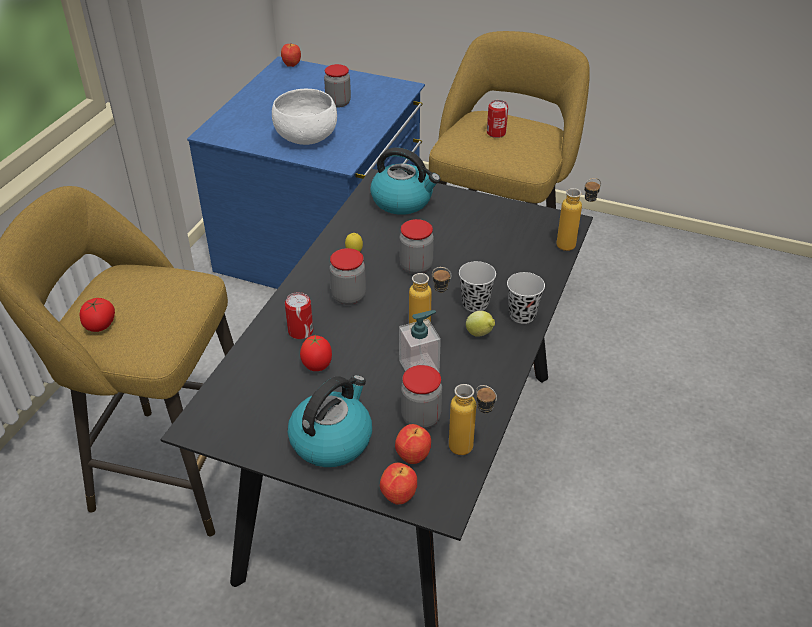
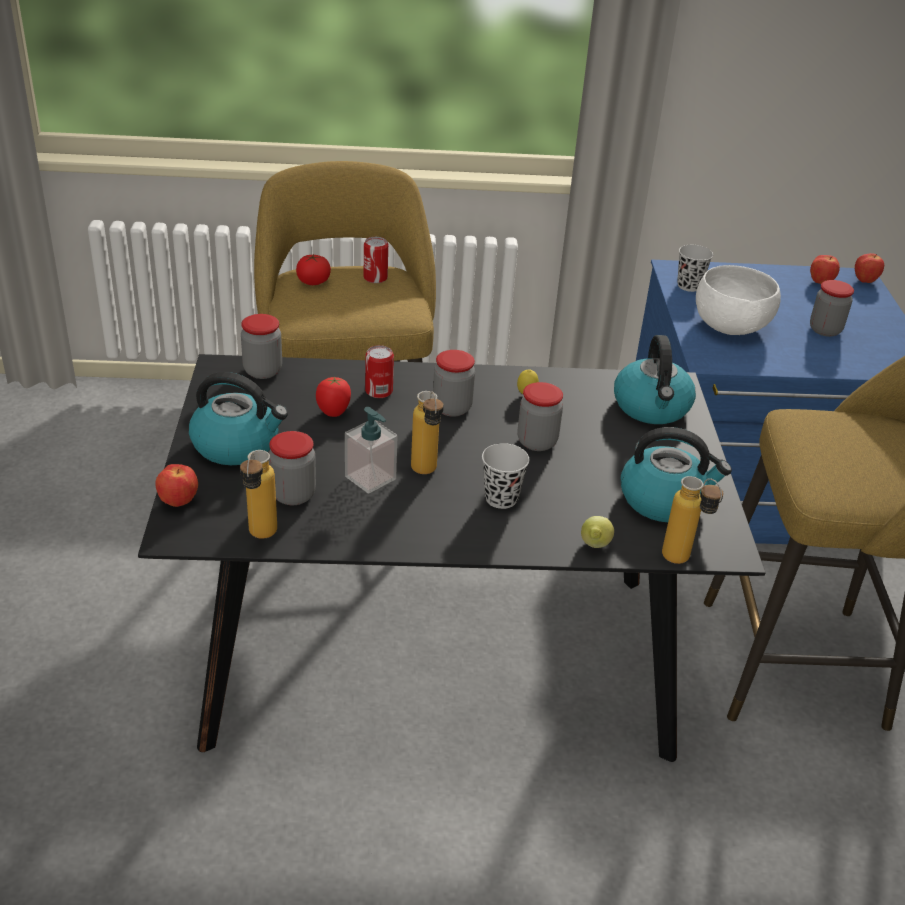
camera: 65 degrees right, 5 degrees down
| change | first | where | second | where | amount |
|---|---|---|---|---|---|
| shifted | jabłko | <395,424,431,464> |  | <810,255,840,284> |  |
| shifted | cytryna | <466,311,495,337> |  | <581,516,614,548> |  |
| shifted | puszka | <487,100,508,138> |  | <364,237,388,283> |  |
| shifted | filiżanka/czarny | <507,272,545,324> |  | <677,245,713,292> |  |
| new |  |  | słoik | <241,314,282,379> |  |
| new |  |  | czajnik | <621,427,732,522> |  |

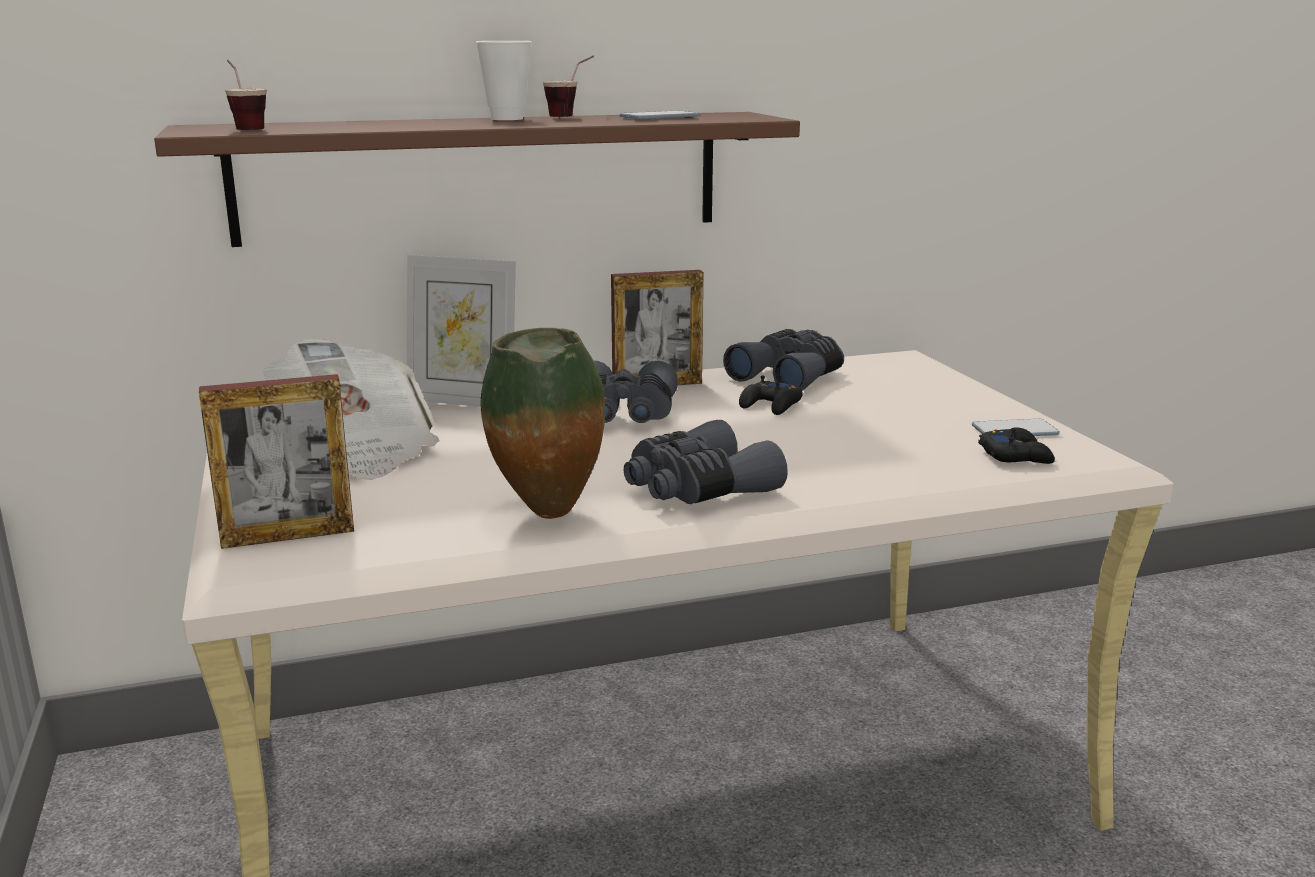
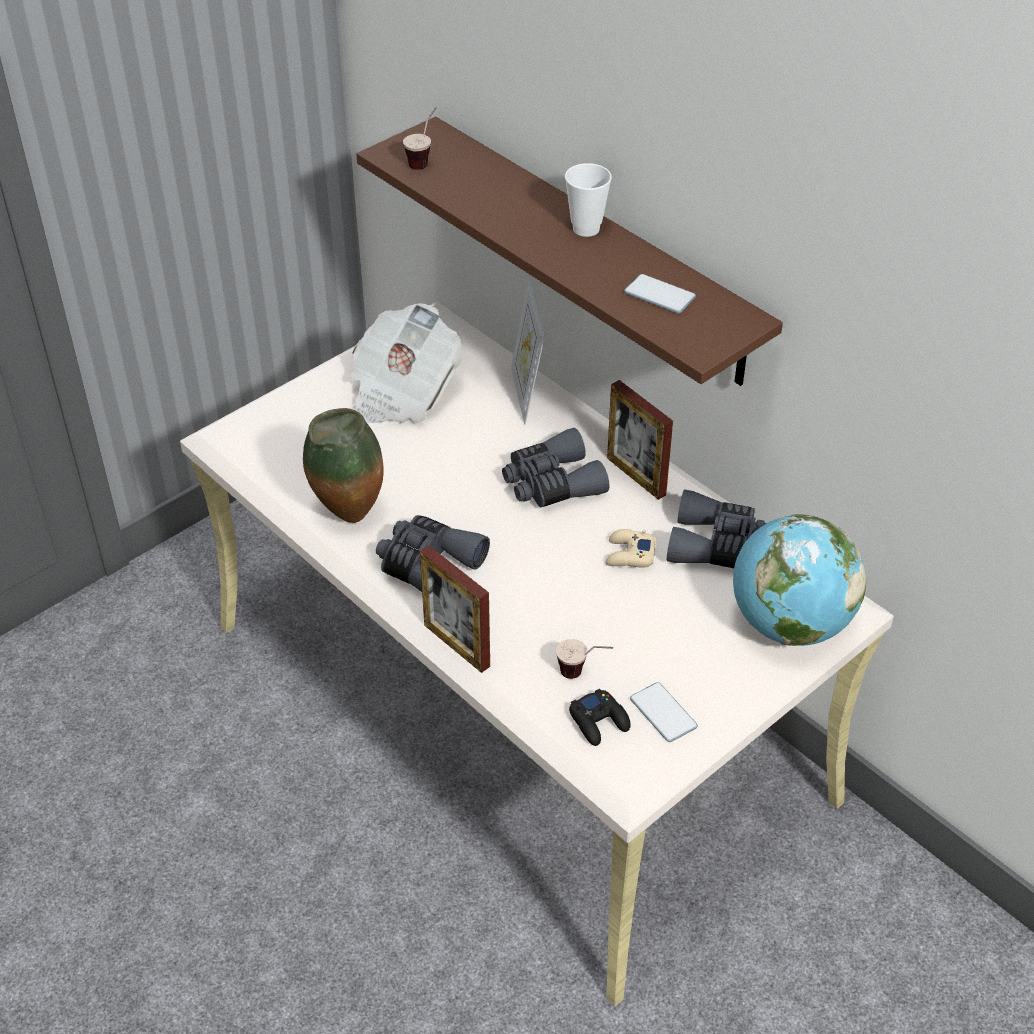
camera: 65 degrees right, 25 degrees up
| change | first | where | second | where | amount |
|---|---|---|---|---|---|
| shifted | ramka na zdjęcie | <199,374,354,549> |  | <420,545,490,673> |  |
| shifted | filiżanka | <543,56,594,117> |  | <556,639,613,679> |  |
| repainted | pad do gier/czarny | <739,376,803,415> | pad do gier/beżowy | <606,529,656,567> |  |
| new |  |  | globus | <733,514,866,646> |  |

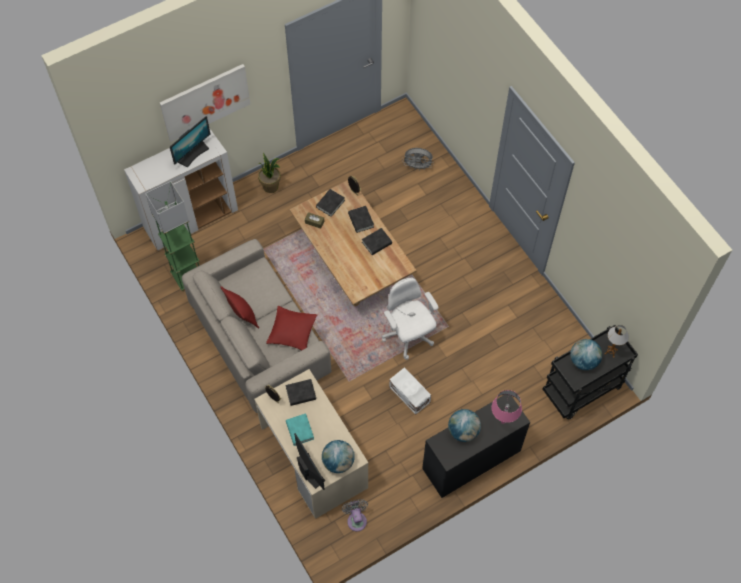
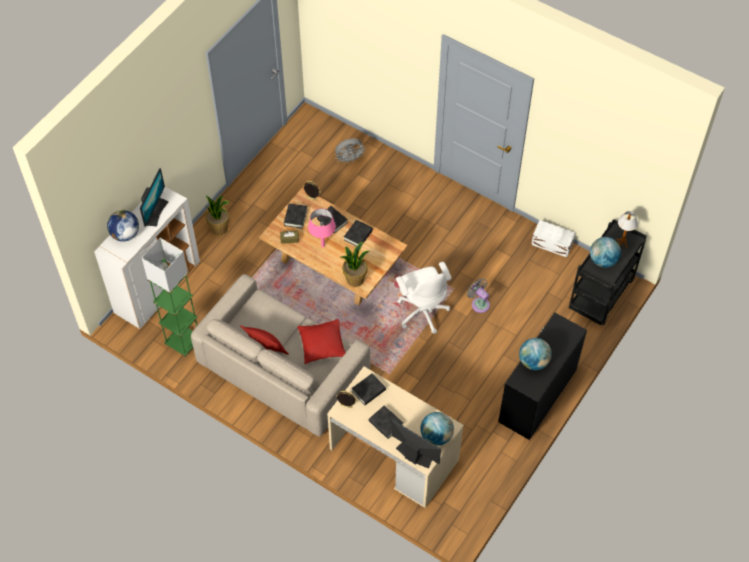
camera: 25 degrees left, 5 degrees down
| change | first | where | second | where | amount |
|---|---|---|---|---|---|
| gone | obraz | <160,64,250,142> |  |  |  |
| repainted | książka/turkusowy | <286,413,314,446> | książka/czarny | <369,406,403,439> |  |
| shifted | wentylator/szary | <342,499,368,531> |  | <467,278,490,313> |  |
| rotated | krzesło biurowe/biały | <382,278,439,360> |  | <396,262,451,334> | 150 degrees counterclockwise |
| shifted | pojemnik do przechowywania/biały | <389,367,431,415> |  | <531,220,576,257> |  |
| shifted | lampa stołowa/różowy | <492,390,522,424> |  | <308,208,336,247> |  |
| new |  |  | globus | <107,210,139,242> |  |
| new |  |  | roślina doniczkowa | <340,242,370,287> |  |

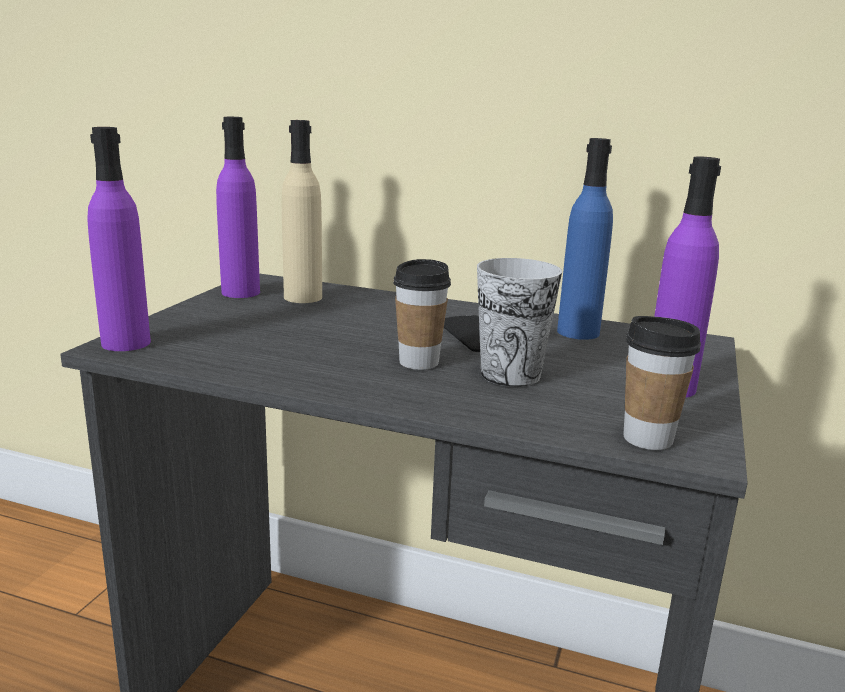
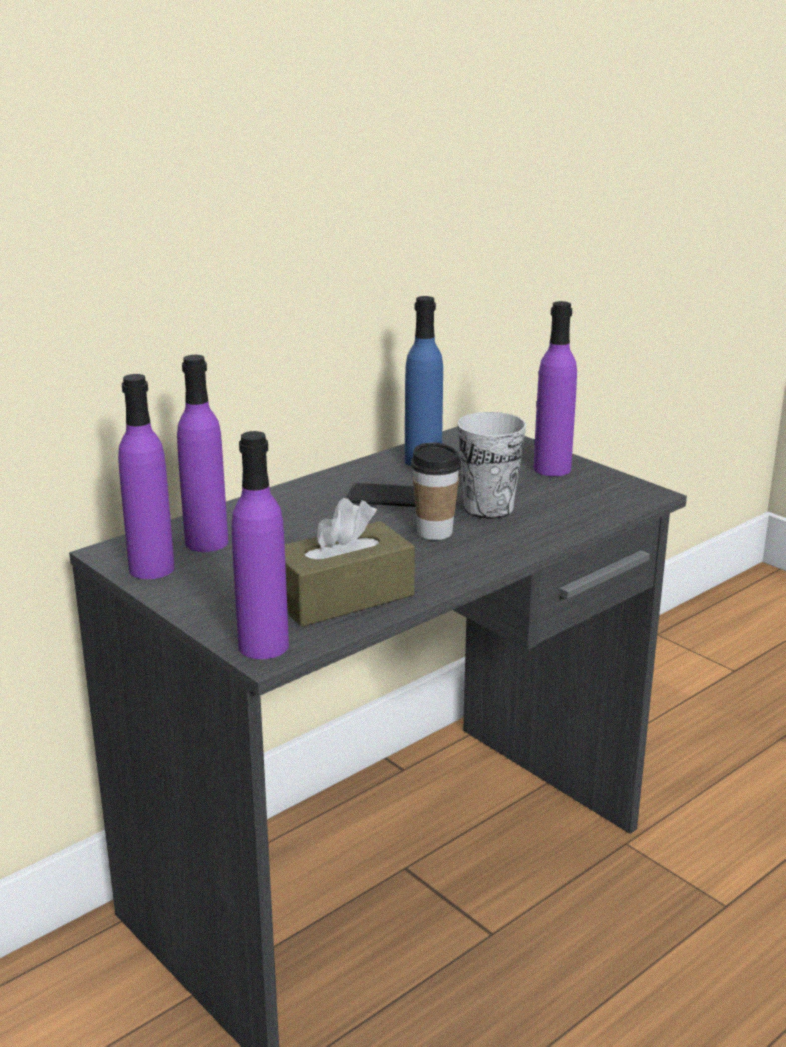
camera: 60 degrees left, 5 degrees up
| change | first | where | second | where | amount |
|---|---|---|---|---|---|
| repainted | butelka/beżowy | <282,120,322,303> | butelka/fioletowy | <177,355,228,552> |  |
| gone | filiżanka | <624,316,701,450> |  |  |  |
| new |  |  | pudełko chusteczek/brązowy | <285,498,415,627> |  |

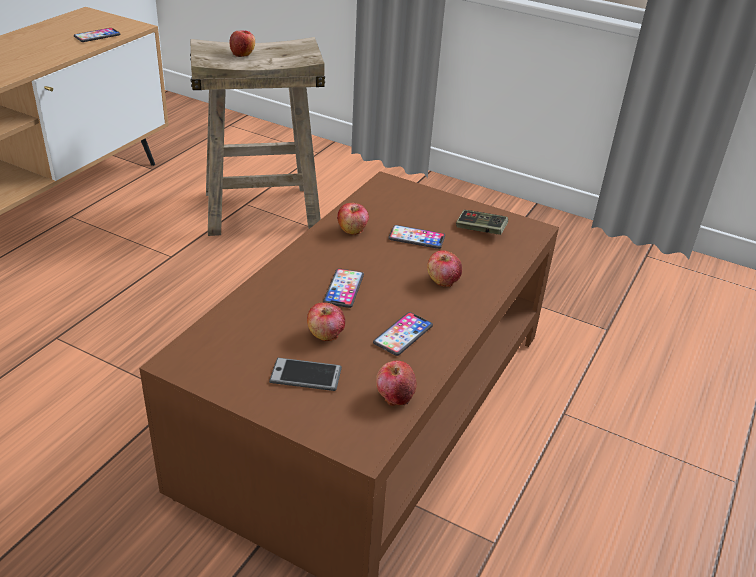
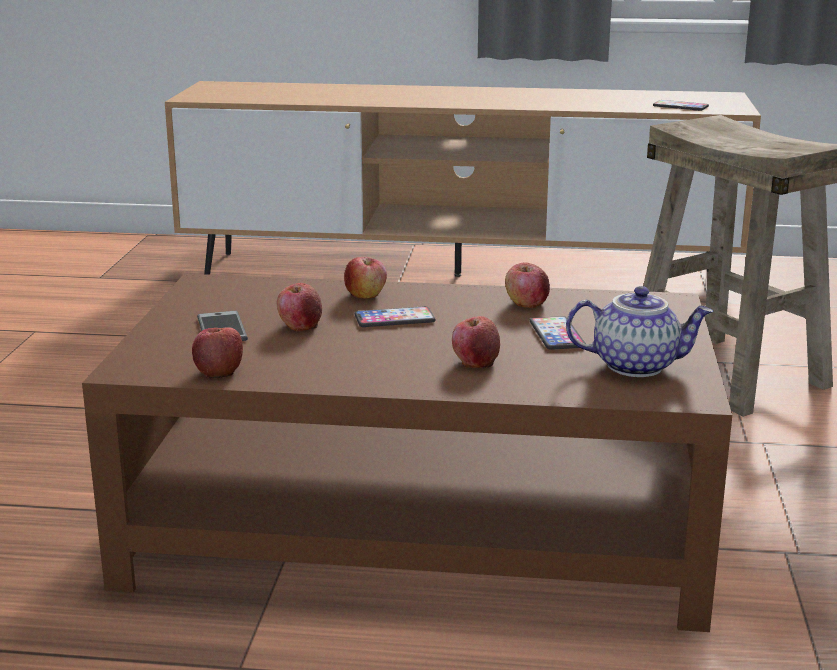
camera: 70 degrees right, 15 degrees down
| change | first | where | second | where | amount |
|---|---|---|---|---|---|
| shifted | jabłko | <229,30,255,57> |  | <344,257,387,299> |  |
| gone | telefon | <373,312,433,356> |  |  |  |
| swapped | pad do gier | <456,210,508,235> | imbryk | <566,286,714,377> |  |

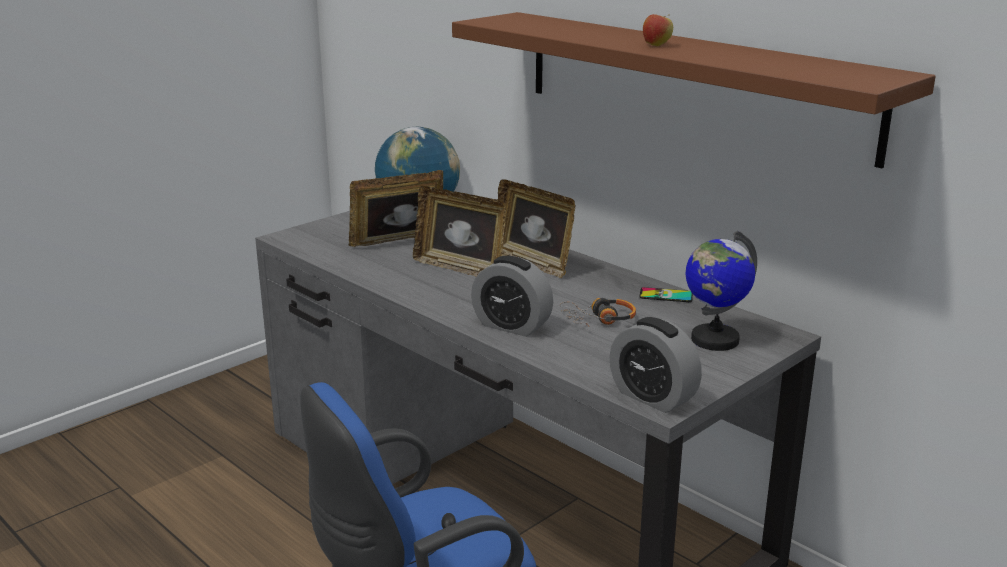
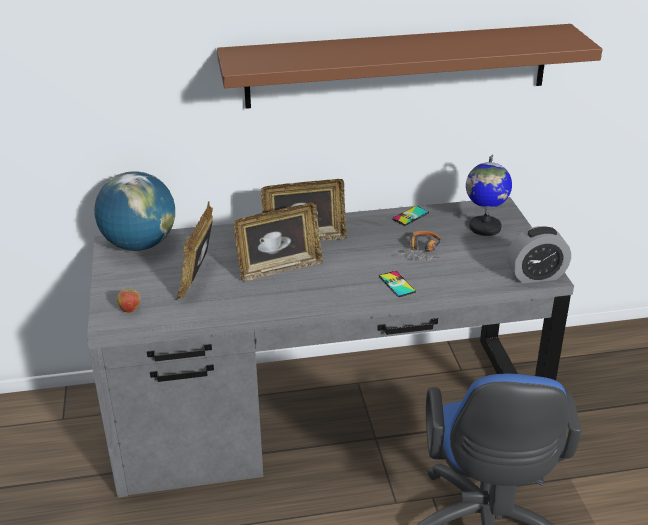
camera: 55 degrees left, 10 degrees up
| change | first | where | second | where | amount |
|---|---|---|---|---|---|
| swapped | budzik | <471,256,553,337> | telefon | <379,271,416,297> |  |
| shifted | jabłko | <643,14,673,46> |  | <117,289,140,313> |  |

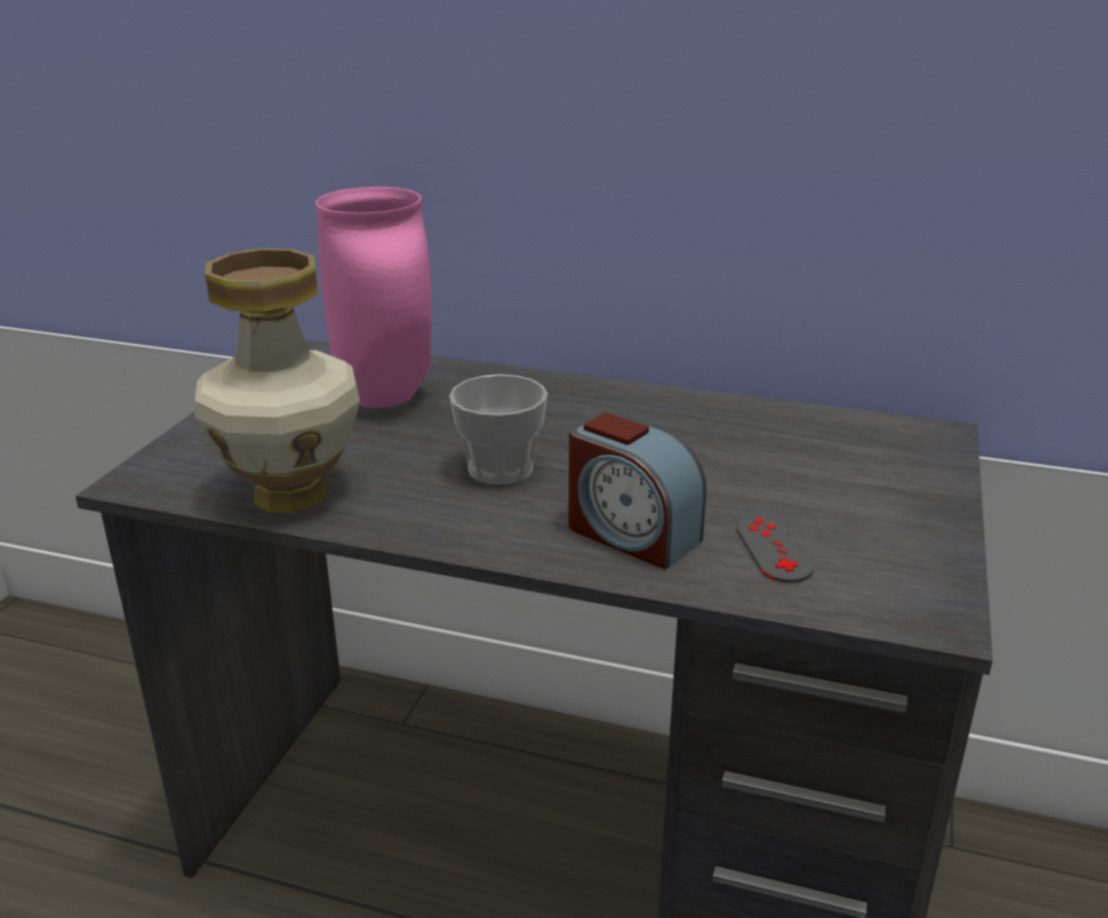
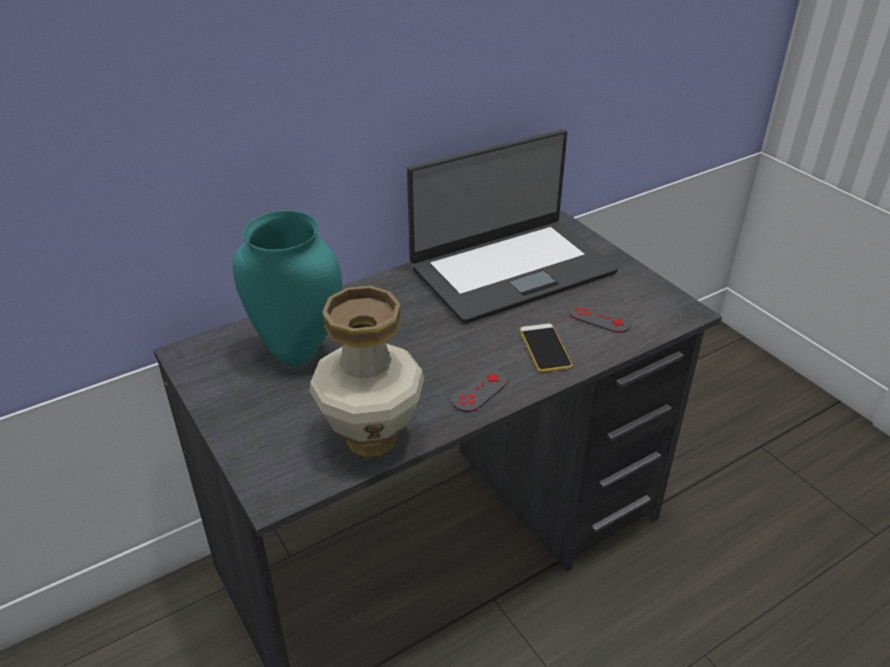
camera: 50 degrees left, 10 degrees up
| change | first | where | second | where | amount |
|---|---|---|---|---|---|
| repainted | wazon/różowy | <316,187,431,408> | wazon/turkusowy | <233,210,342,367> |  |
| gone | filiżanka | <449,374,548,485> |  |  |  |
| swapped | budzik | <568,411,706,570> | telefon | <519,323,573,372> |  |
| new |  |  | laptop | <407,129,618,324> |  |
| new |  |  | pad do gier/szary | <452,369,508,412> |  |

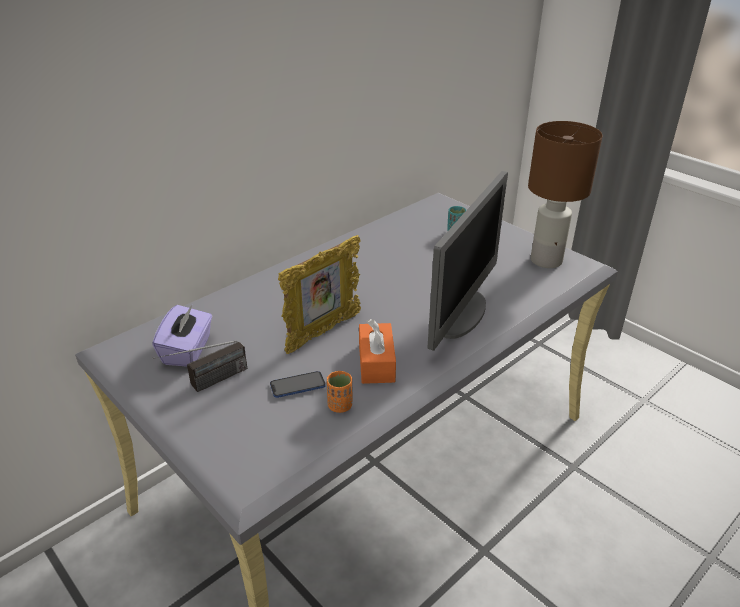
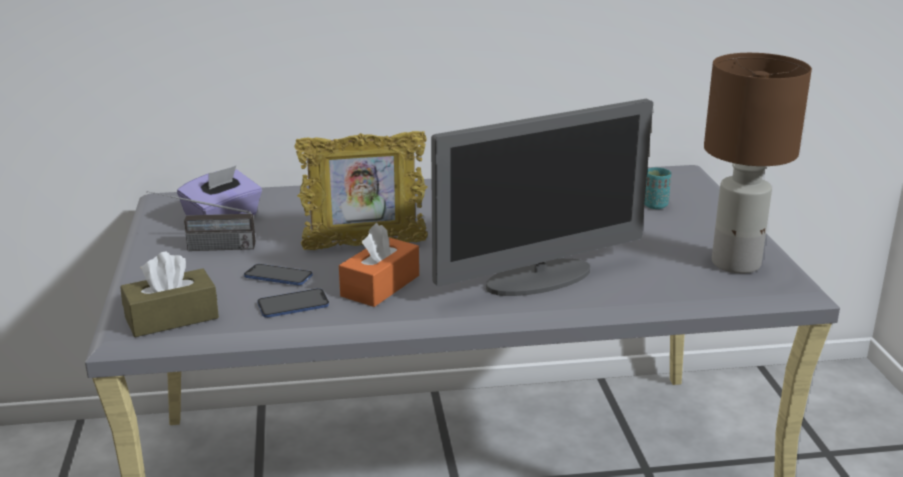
camera: 35 degrees right, 10 degrees down
| change | first | where | second | where | amount |
|---|---|---|---|---|---|
| swapped | filiżanka/pomarańczowy | <327,371,352,413> | telefon | <257,288,329,318> |  |
| new |  |  | pudełko chusteczek/brązowy | <120,251,219,337> |  |

